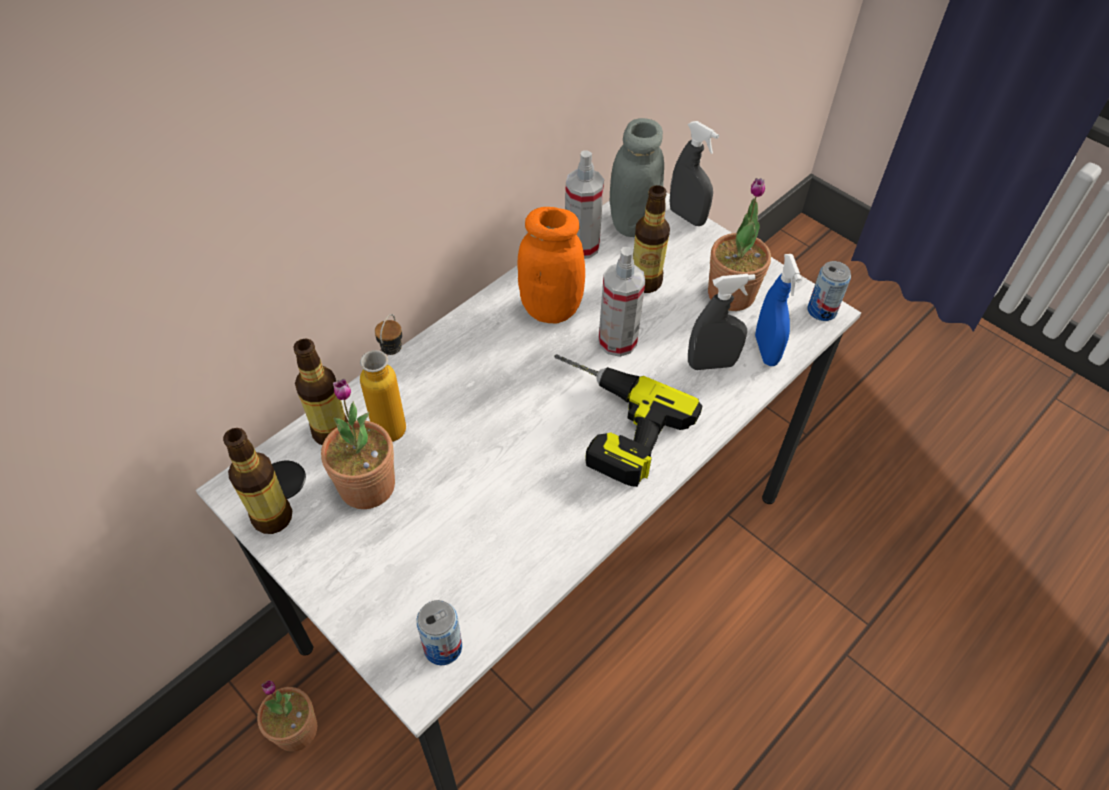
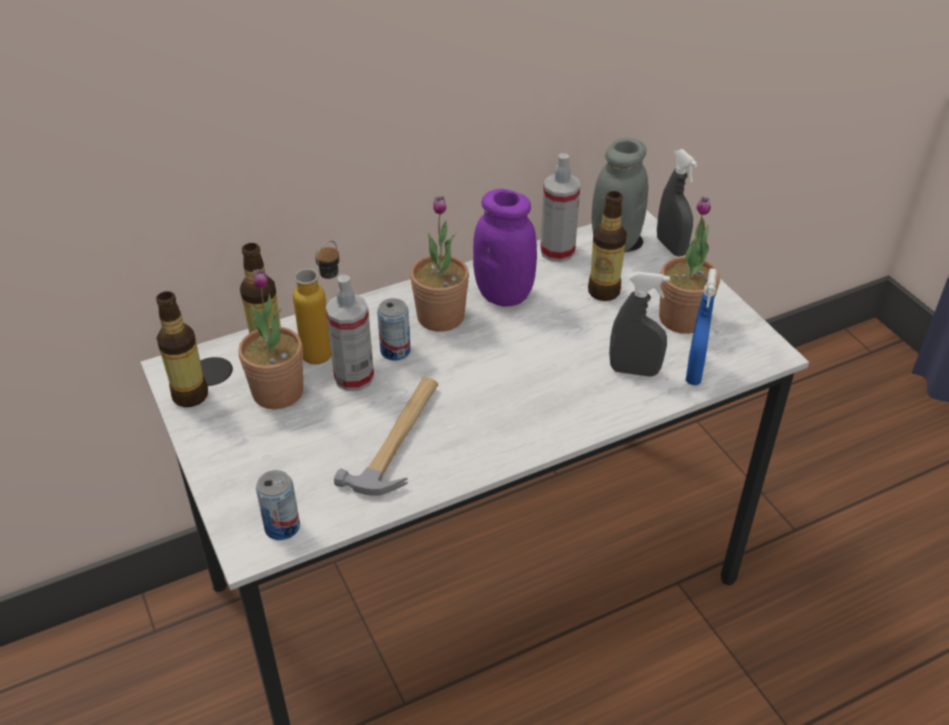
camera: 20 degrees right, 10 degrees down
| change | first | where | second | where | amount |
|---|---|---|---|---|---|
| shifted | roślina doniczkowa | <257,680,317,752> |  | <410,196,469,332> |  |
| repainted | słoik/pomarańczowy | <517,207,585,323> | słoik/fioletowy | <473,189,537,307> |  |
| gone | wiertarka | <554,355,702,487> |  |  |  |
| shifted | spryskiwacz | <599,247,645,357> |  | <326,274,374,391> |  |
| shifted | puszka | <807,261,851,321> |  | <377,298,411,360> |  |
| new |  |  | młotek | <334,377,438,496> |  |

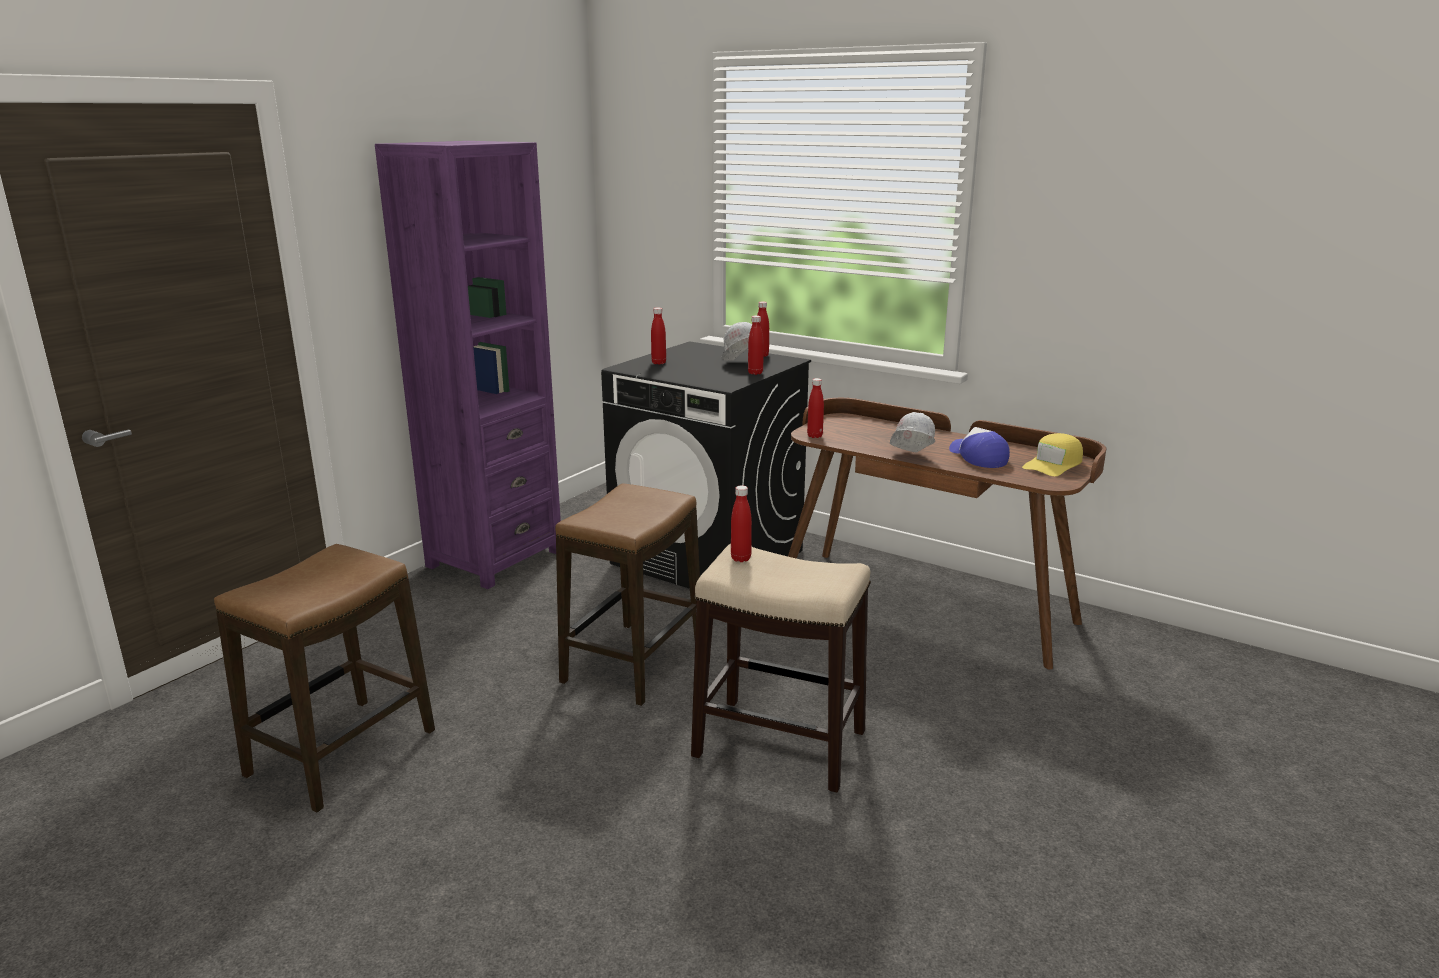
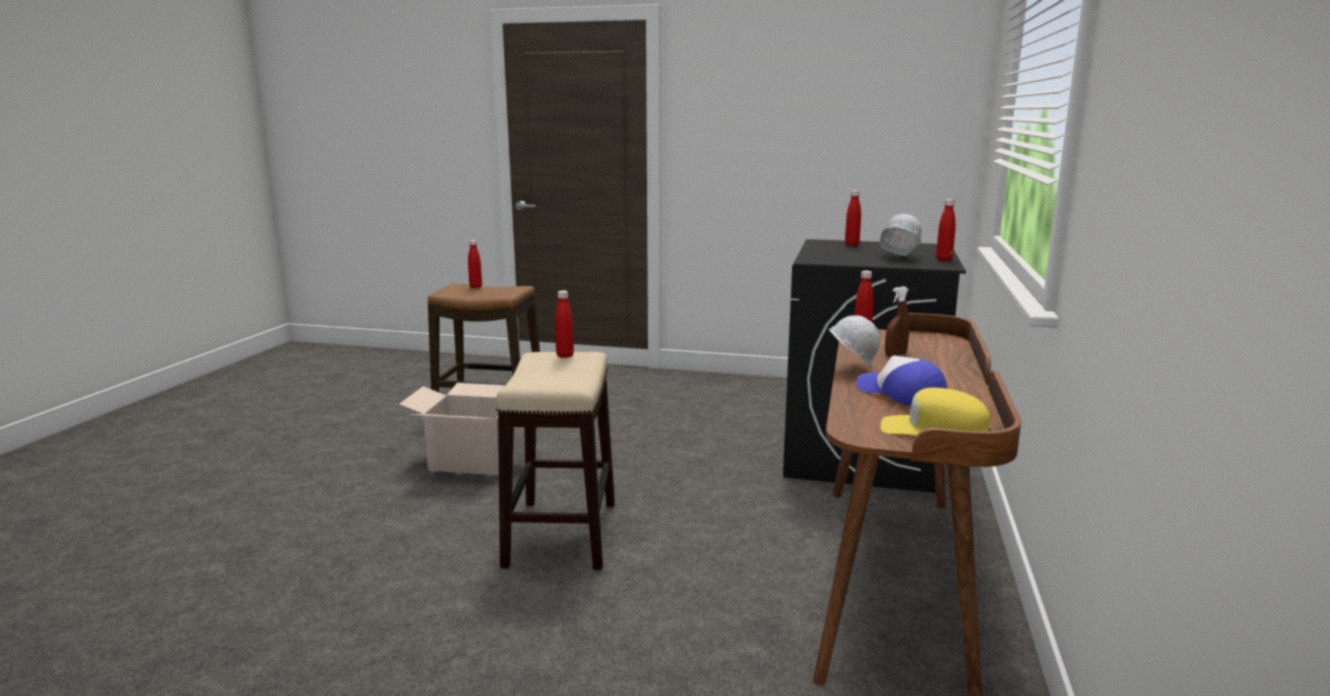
camera: 70 degrees right, 5 degrees down
| change | first | where | second | where | amount |
|---|---|---|---|---|---|
| gone | regał/fioletowy | <375,141,561,589> |  |  |  |
| gone | stołek | <555,483,700,706> |  |  |  |
| shifted | butelka/czerwony | <748,315,764,375> |  | <468,240,482,288> |  |
| rotated | czapka z daszkiem | <949,427,1010,468> |  | <856,356,947,406> | 90 degrees counterclockwise |
| new |  |  | karton | <399,383,518,475> |  |
| new |  |  | spryskiwacz/brązowy | <885,286,910,357> |  |

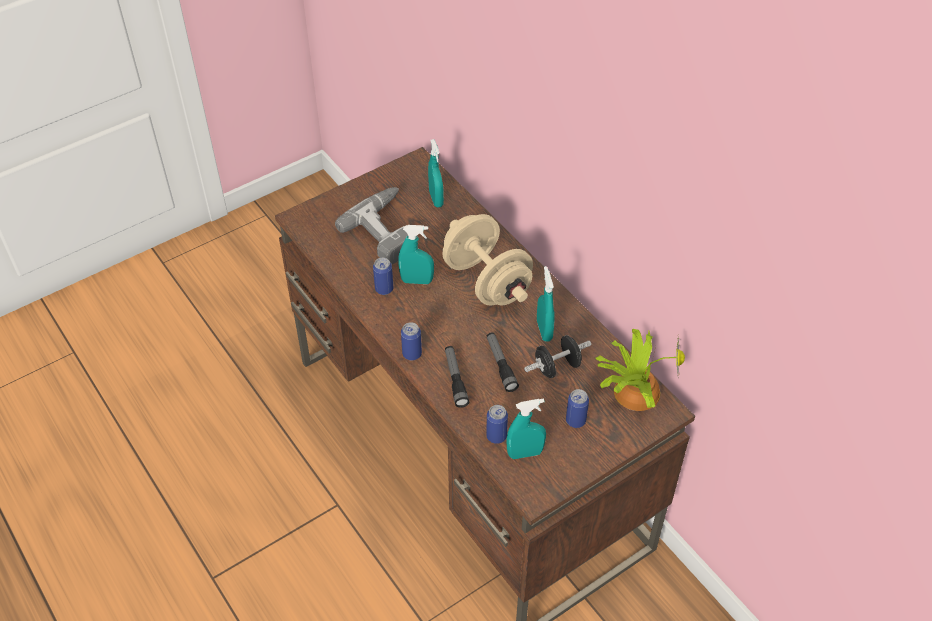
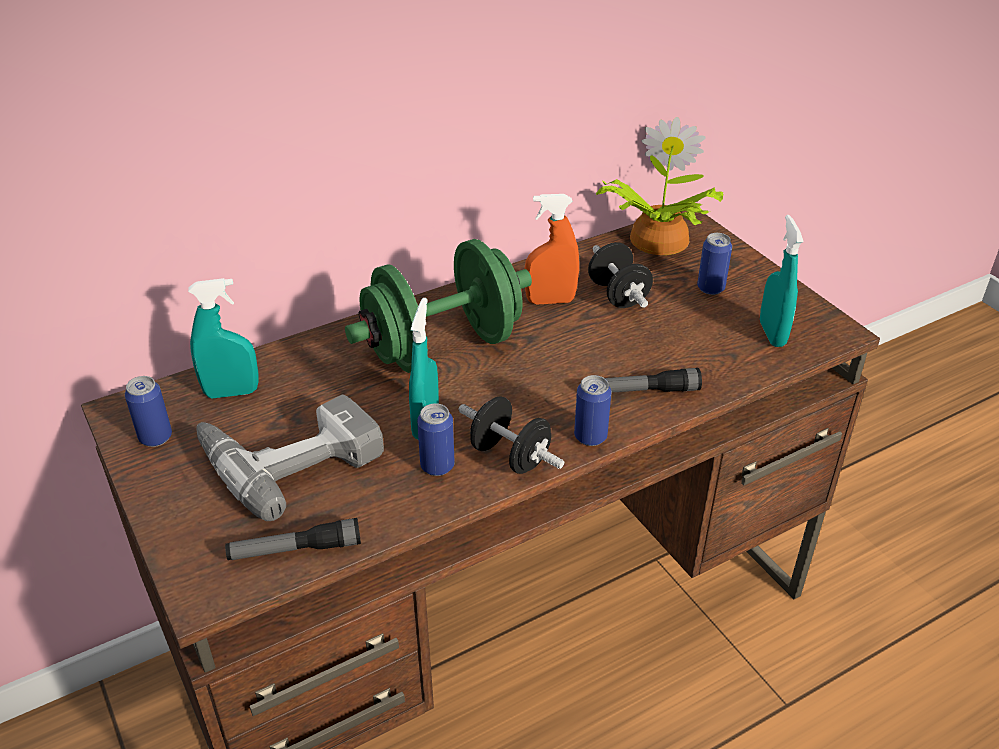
camera: 85 degrees left, 10 degrees down
| change | first | where | second | where | amount |
|---|---|---|---|---|---|
| repainted | hantel/beżowy | <443,214,533,306> | hantel/zielony | <345,239,532,373> |  |
| shifted | puszka | <486,405,508,444> |  | <125,376,172,447> |  |
| shifted | latarka | <487,333,519,392> |  | <225,518,361,560> |  |
| repainted | spryskiwacz/turkusowy | <537,266,554,342> | spryskiwacz/pomarańczowy | <525,194,579,305> |  |
| new |  |  | hantel/czarny | <459,396,564,474> |  |

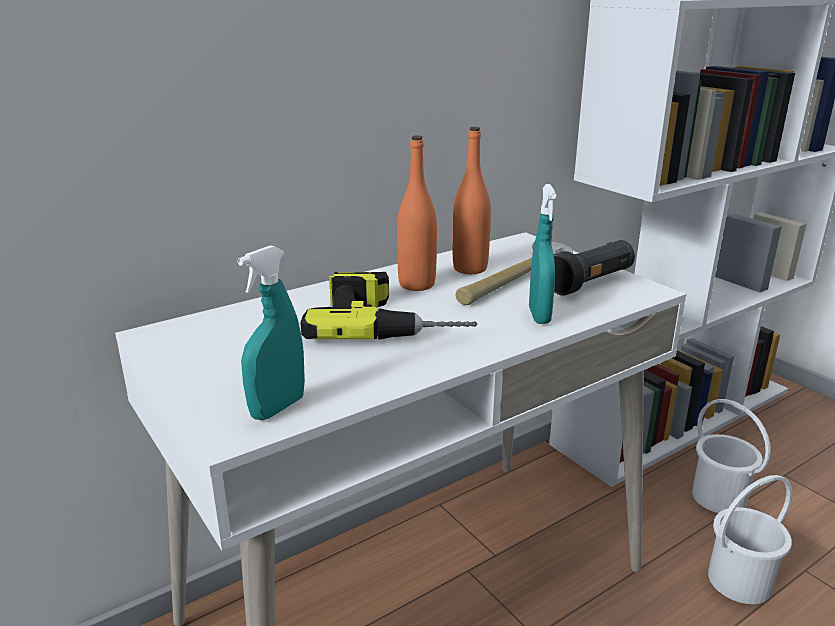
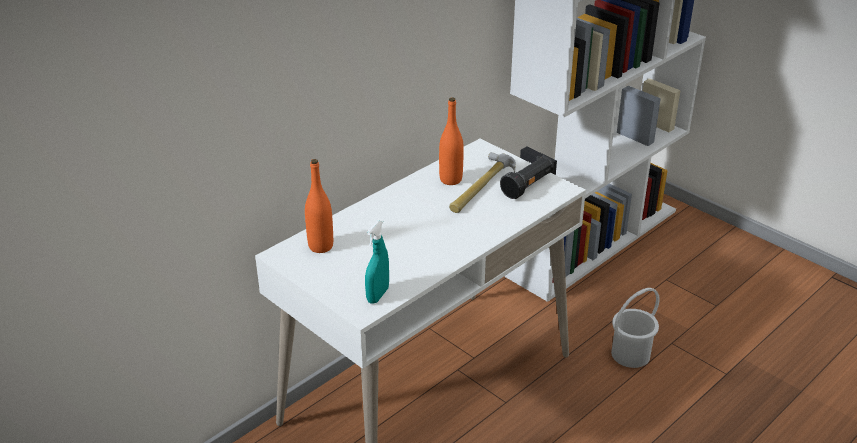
camera: 10 degrees left, 10 degrees up
| change | first | where | second | where | amount |
|---|---|---|---|---|---|
| gone | wiertarka | <300,272,477,340> |  |  |  |
| shifted | butelka/pomarańczowy | <397,135,437,291> |  | <305,159,333,253> |  |
| gone | spryskiwacz/turkusowy | <529,184,556,324> |  |  |  |
| gone | wiadro/biały | <692,399,771,513> |  |  |  |

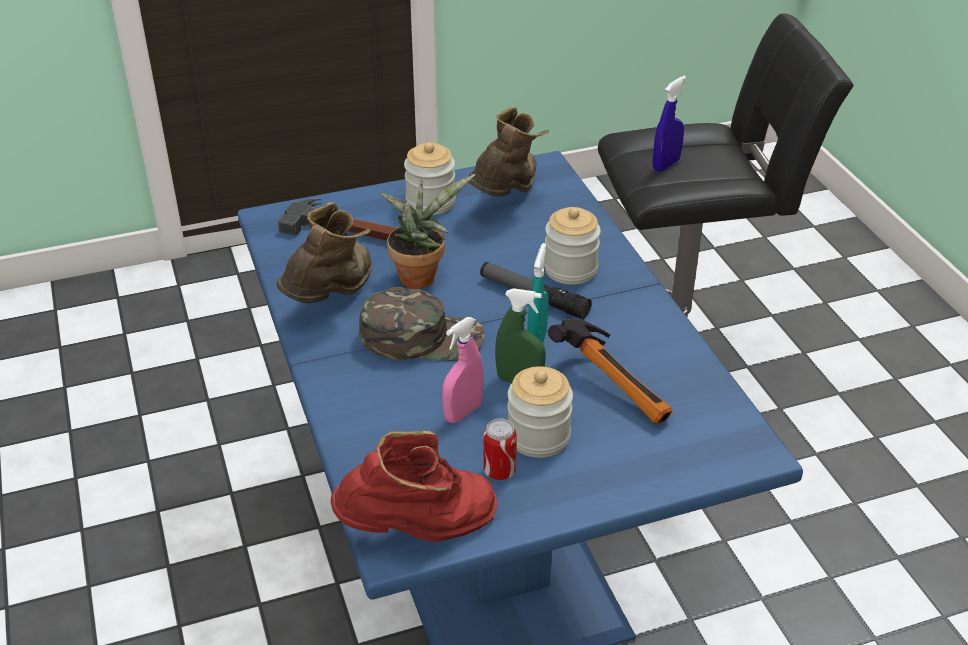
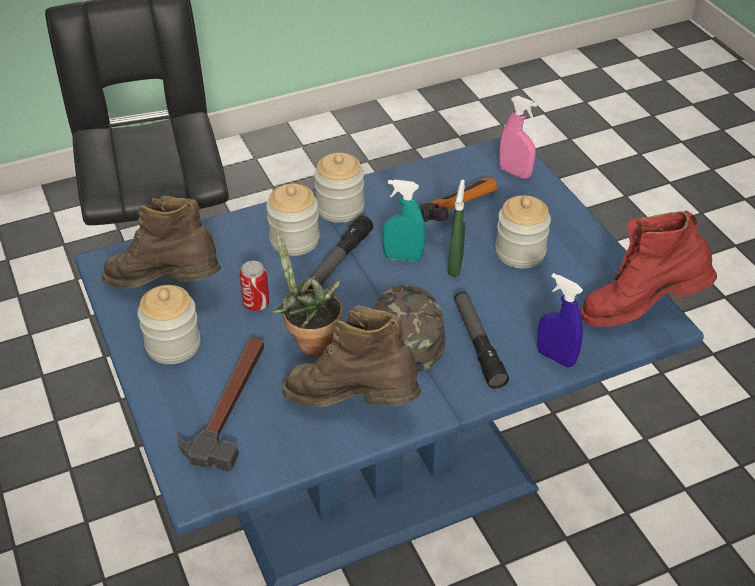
camera: 95 degrees left, 5 degrees up
| change | first | where | second | where | amount |
|---|---|---|---|---|---|
| rotated | but z cholewką/czerwony | <330,431,497,542> |  | <580,210,717,326> | 75 degrees counterclockwise |
| shifted | spryskiwacz/różowy | <442,317,483,423> |  | <500,96,537,179> |  |
| shifted | puszka | <483,418,517,480> |  | <239,261,269,311> |  |
| shifted | spryskiwacz/niebieski | <653,76,686,172> |  | <537,273,583,367> |  |
| new |  |  | słoik | <314,153,364,223> |  |
| new |  |  | latarka | <454,291,509,389> |  |

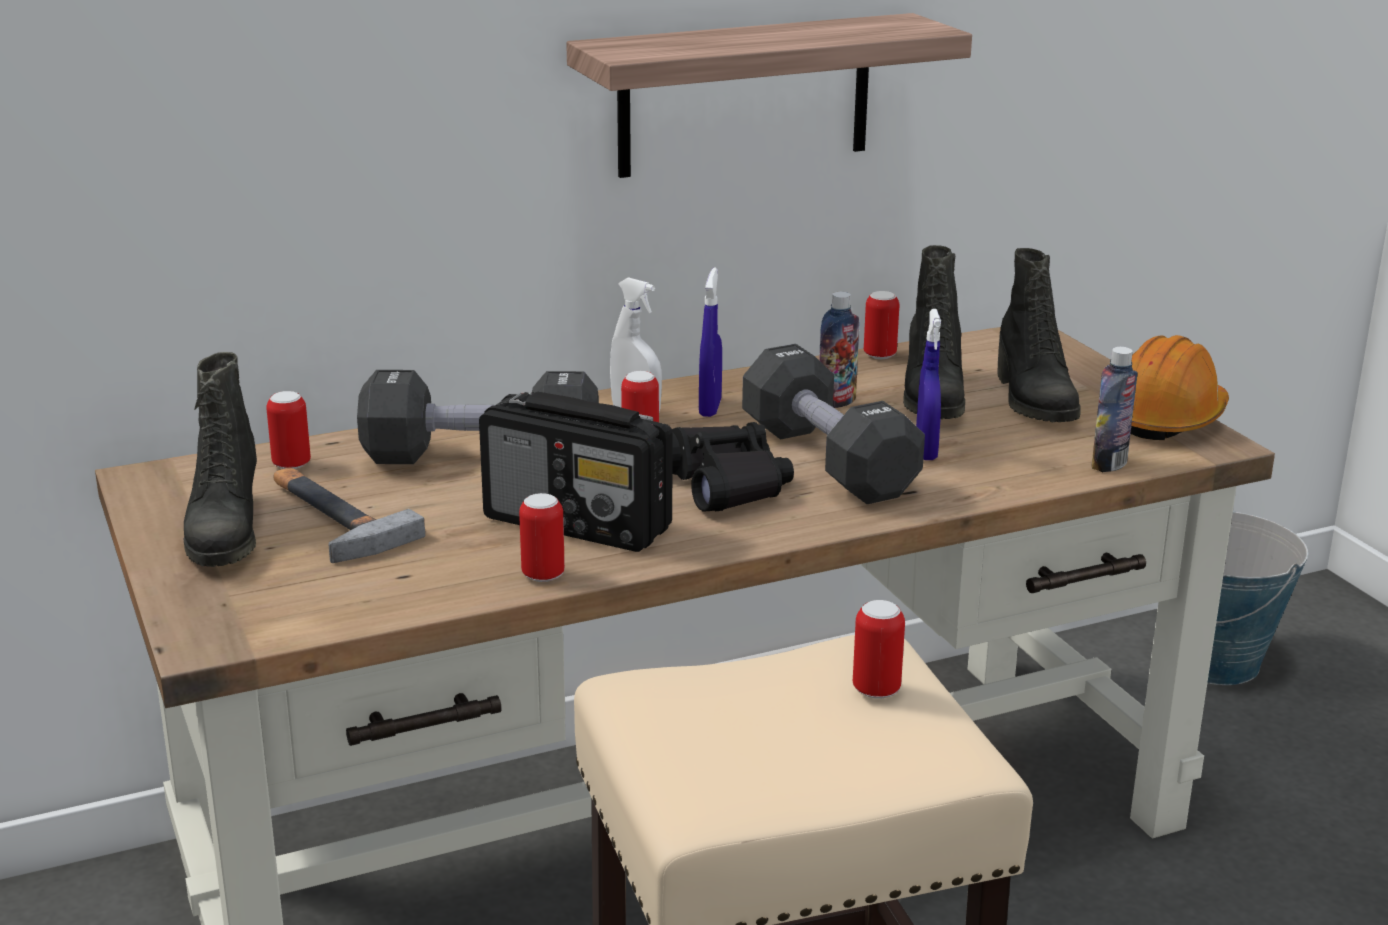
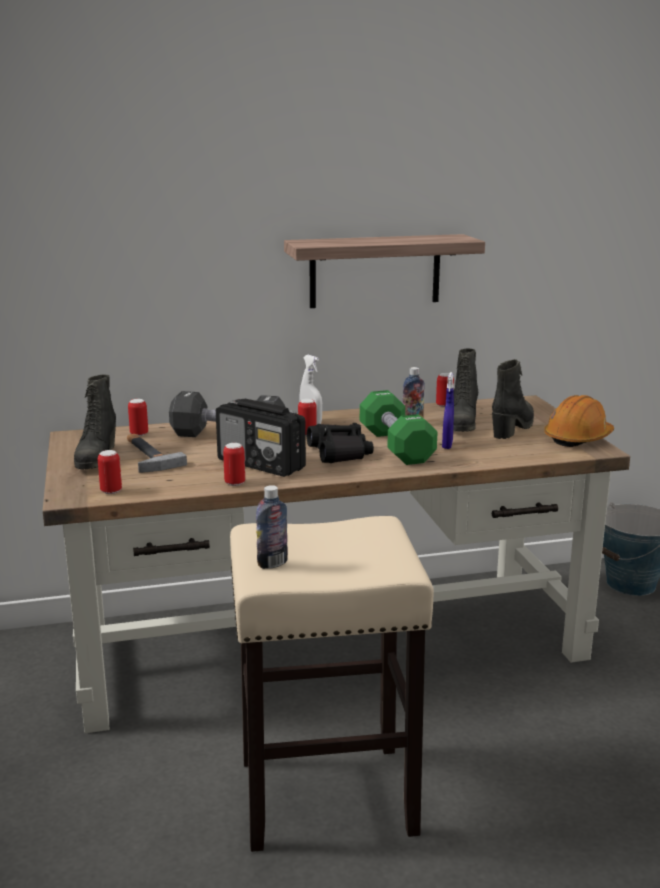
camera: 10 degrees right, 5 degrees down
| change | first | where | second | where | amount |
|---|---|---|---|---|---|
| gone | spryskiwacz/niebieski | <699,268,722,417> |  |  |  |
| repainted | hantel/czarny | <742,344,925,504> | hantel/zielony | <360,390,437,465> |  |
| shifted | puszka | <853,600,905,699> |  | <98,450,122,494> |  |
| rotated | but z cholewką/czarny | <998,248,1081,422> |  | <492,359,534,439> | 150 degrees counterclockwise |
| shifted | butelka | <1091,347,1138,472> |  | <256,485,288,569> |  |

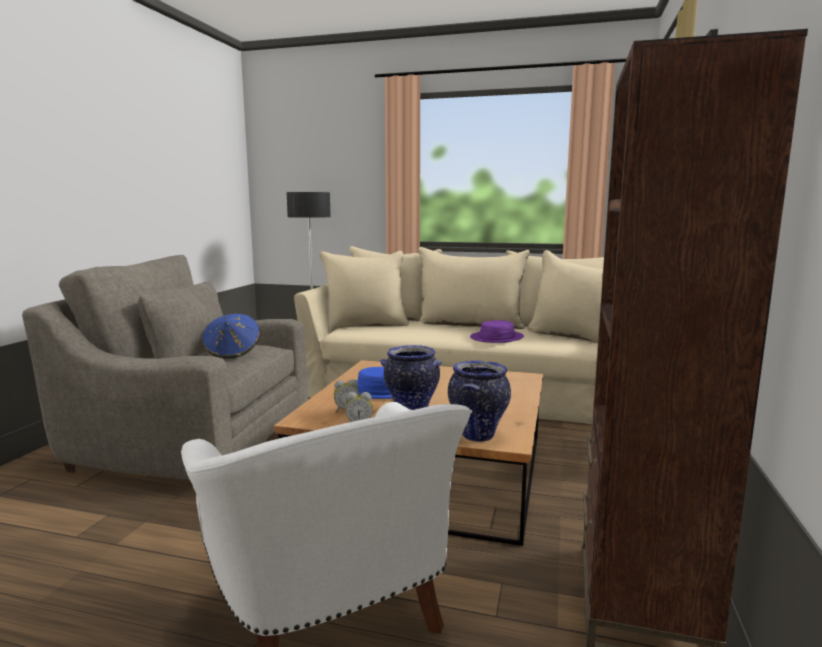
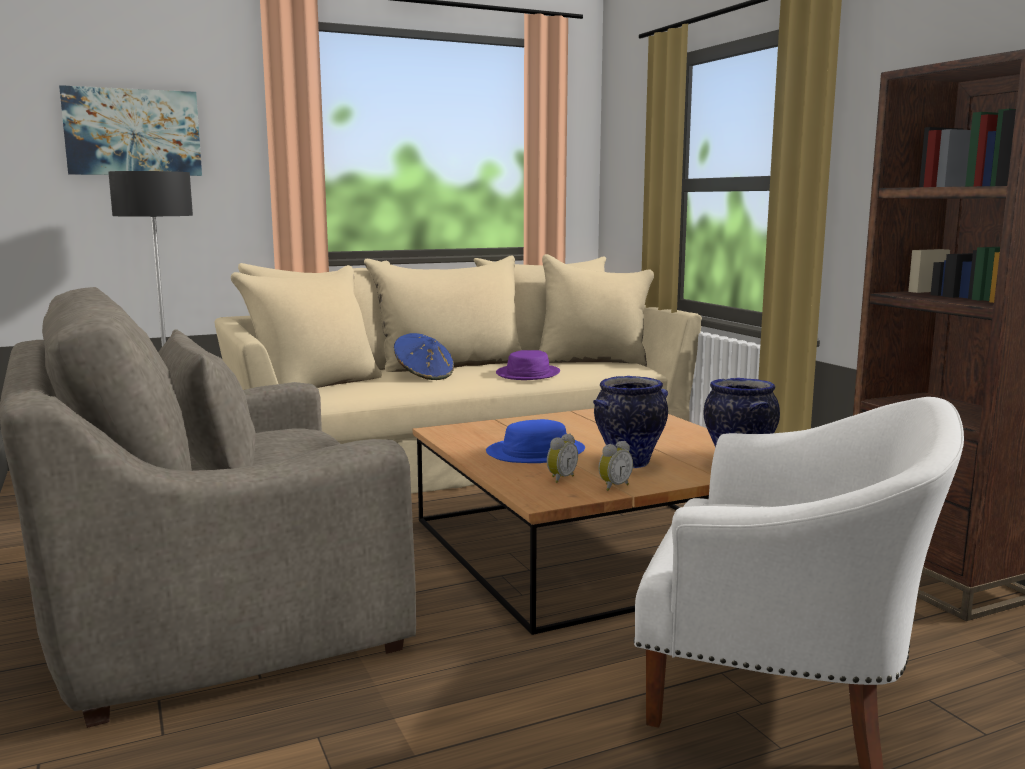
camera: 40 degrees left, 0 degrees up
| change | first | where | second | where | amount |
|---|---|---|---|---|---|
| shifted | kapelusz/niebieski | <201,314,260,358> |  | <394,333,454,380> |  |
| new |  |  | obraz | <59,85,202,176> |  |

